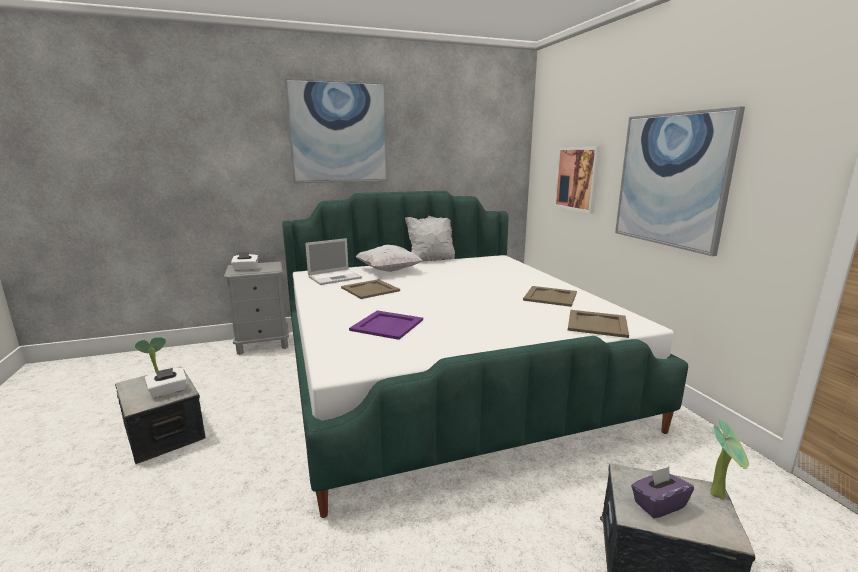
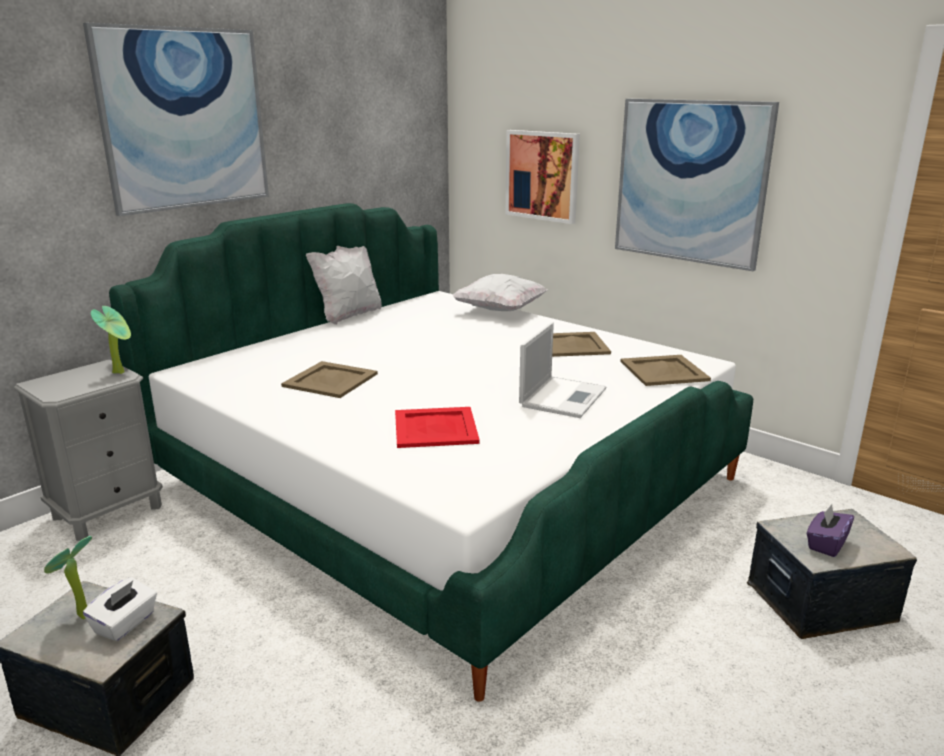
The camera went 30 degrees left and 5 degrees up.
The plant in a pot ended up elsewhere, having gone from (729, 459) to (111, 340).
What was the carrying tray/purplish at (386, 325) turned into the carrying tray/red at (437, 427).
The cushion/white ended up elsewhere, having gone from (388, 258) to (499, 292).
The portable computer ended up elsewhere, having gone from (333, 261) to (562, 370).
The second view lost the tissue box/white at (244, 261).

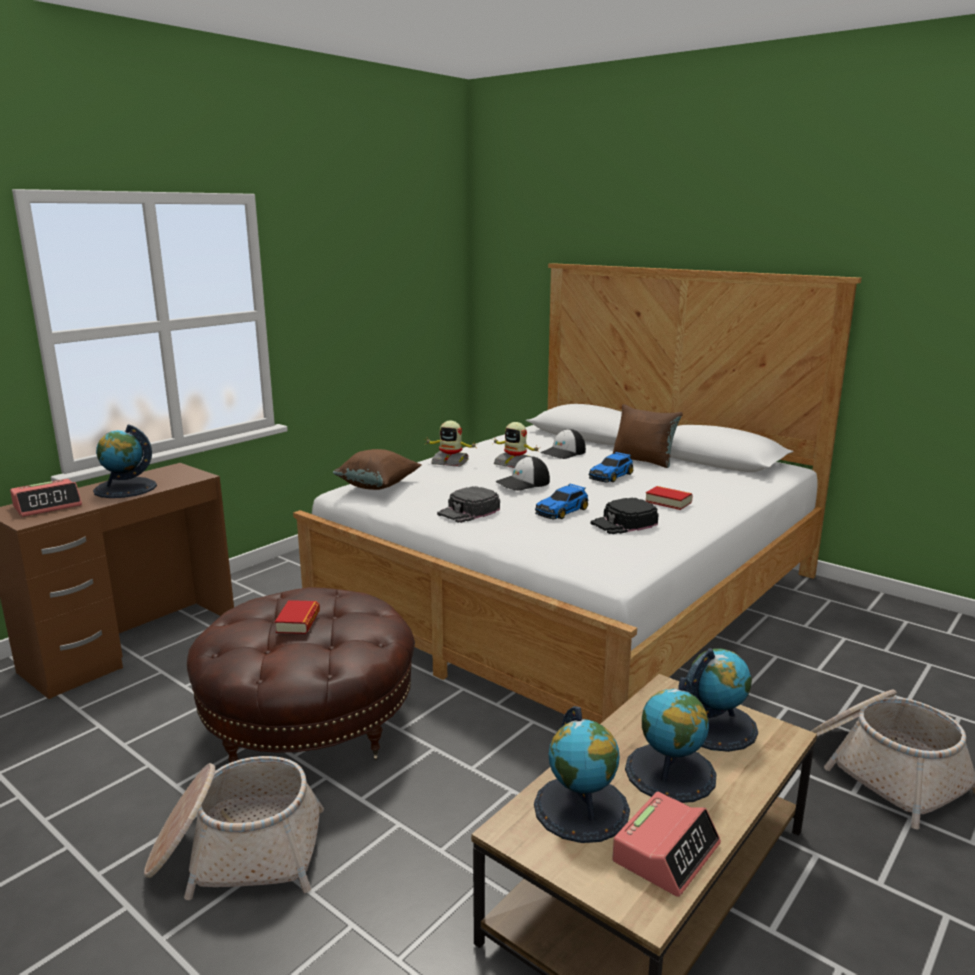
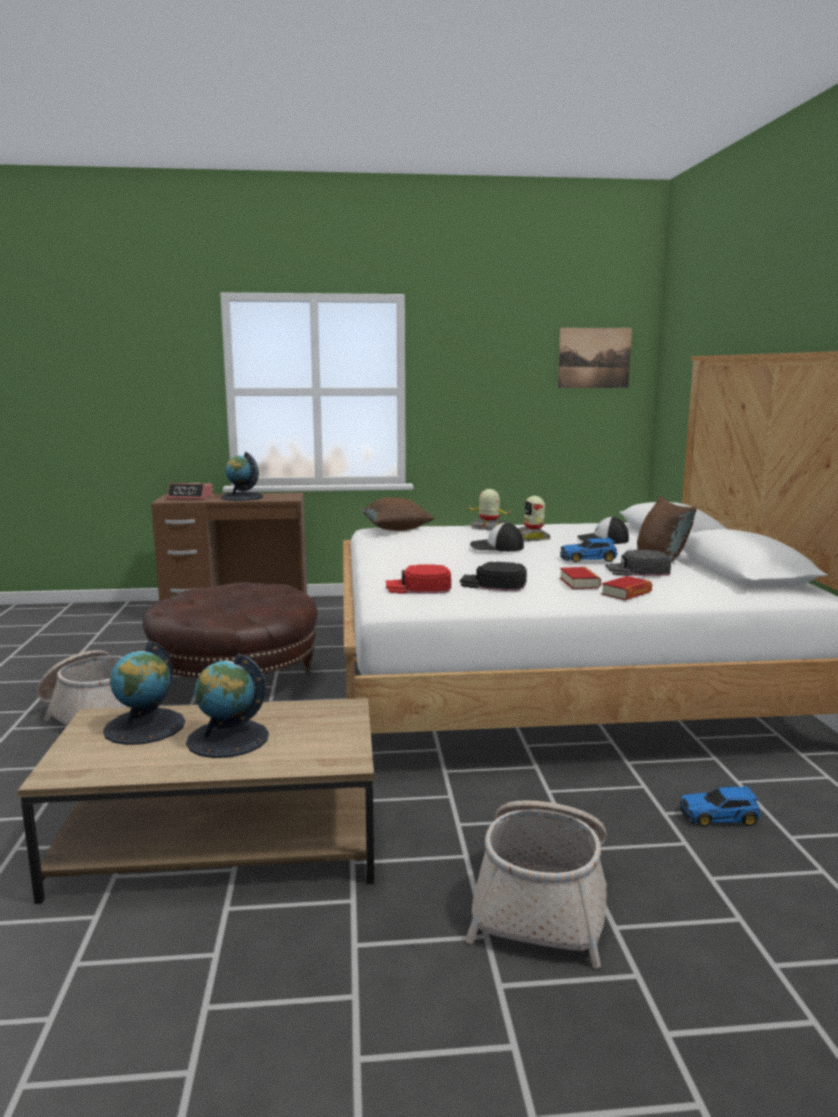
The camera went 45 degrees right and 5 degrees down.
The second view gained the peaked cap/red at (418, 579).
The toy robot at (451, 444) ended up facing another way, 150 degrees clockwise from before.
The second view gained the wall art at (595, 358).
The book ended up elsewhere, having gone from (297, 617) to (626, 588).
The peaked cap/blackish ended up elsewhere, having gone from (468, 504) to (638, 563).
The model car ended up elsewhere, having gone from (562, 501) to (720, 806).
The second view lost the table clock at (666, 844).
The second view lost the desk globe at (722, 700).

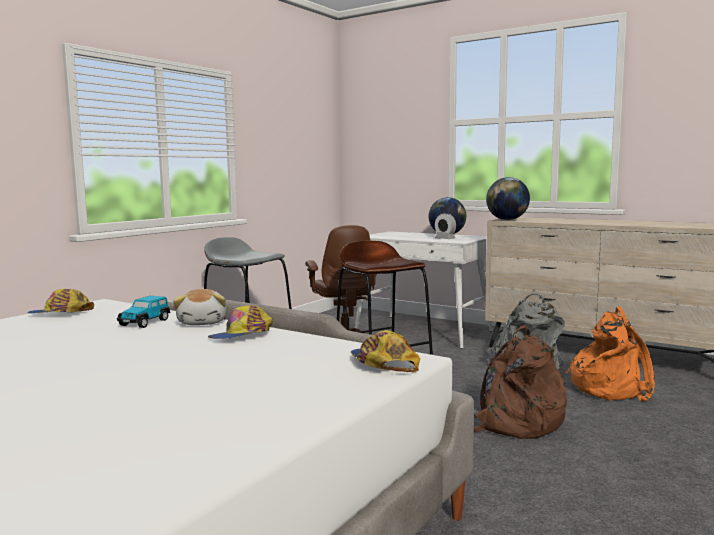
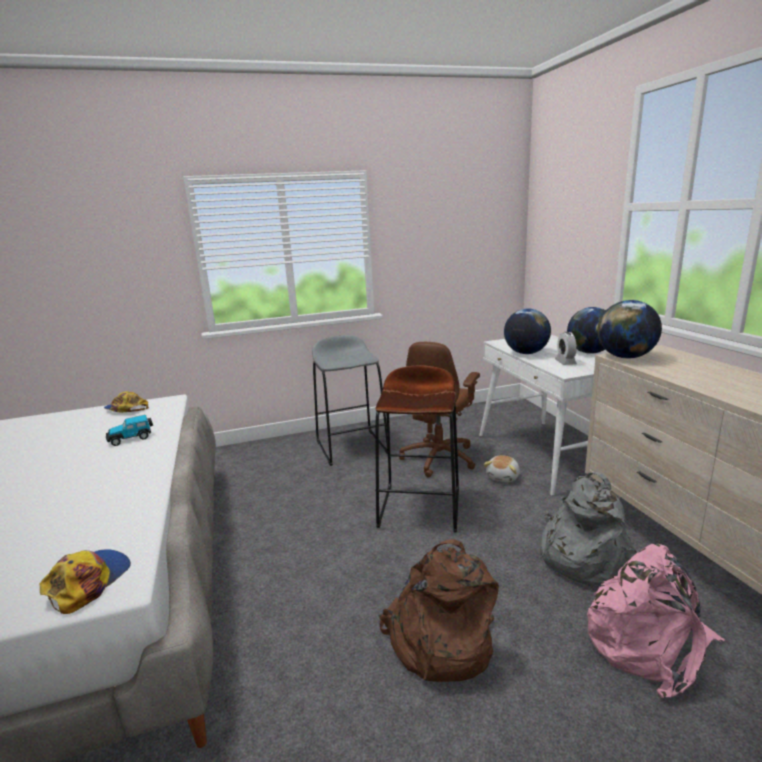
The camera went 40 degrees right and 10 degrees up.
The cuddly toy ended up elsewhere, having gone from (200, 307) to (502, 468).
The second view gained the desk globe at (527, 331).
What was the backpack/orange at (610, 354) turned into the backpack/pink-coloured at (656, 621).
The second view lost the peaked cap at (240, 322).

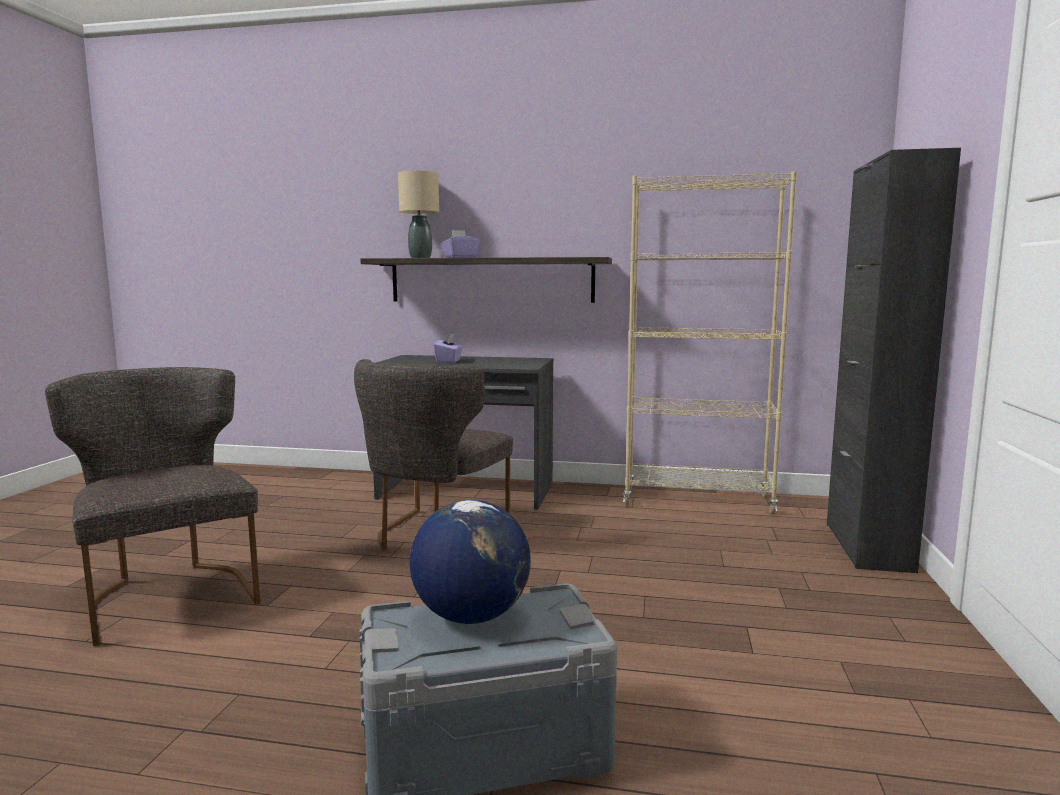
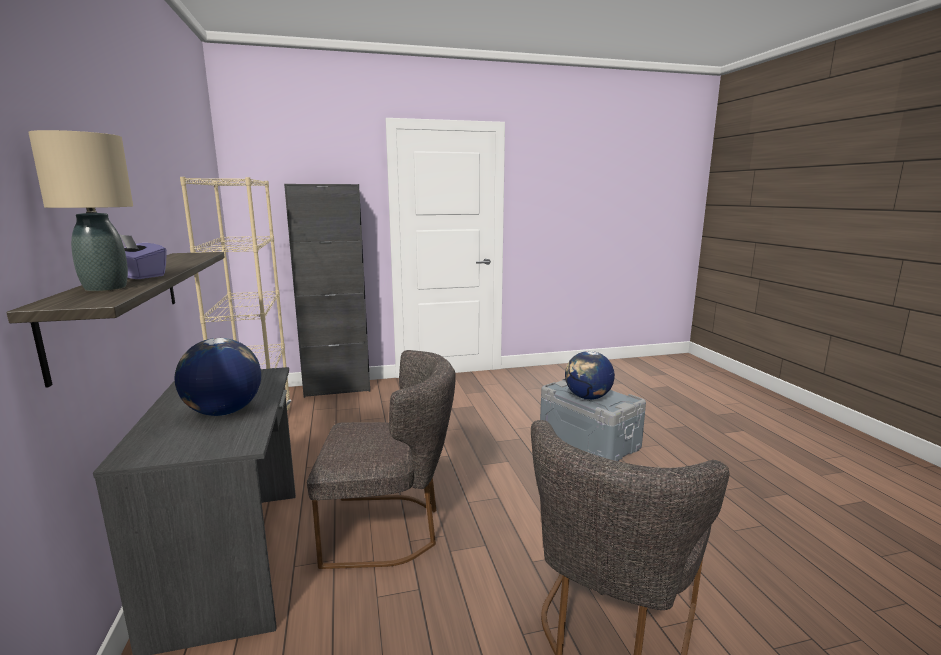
The camera went 115 degrees left and 5 degrees up.
Where the tissue box/purplish stood at (448, 348), the desk globe came to stand at (218, 377).

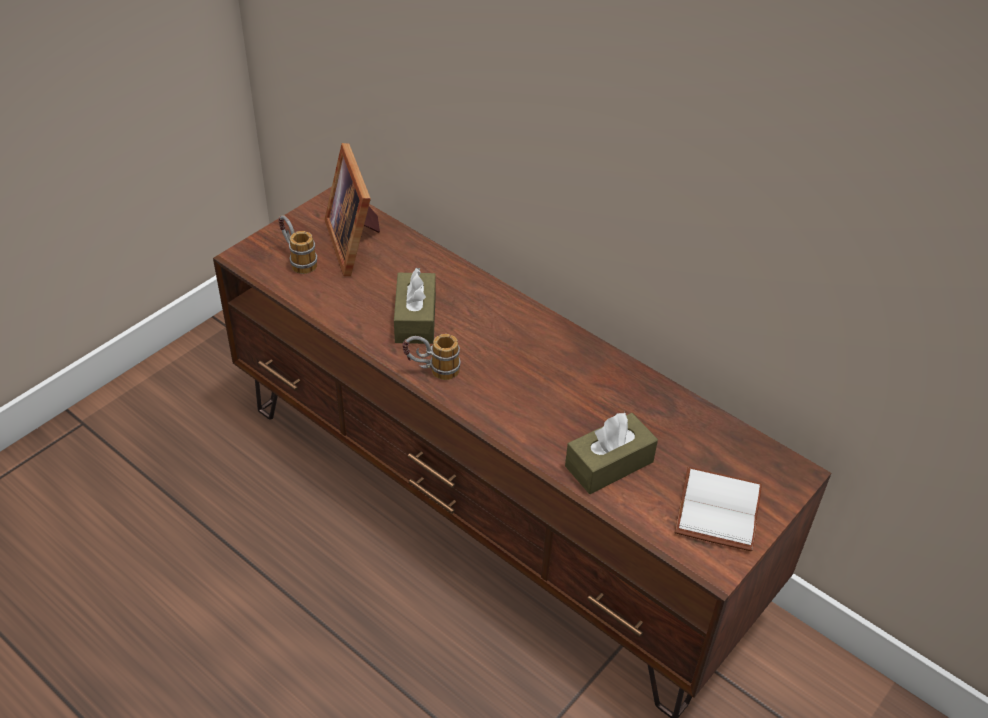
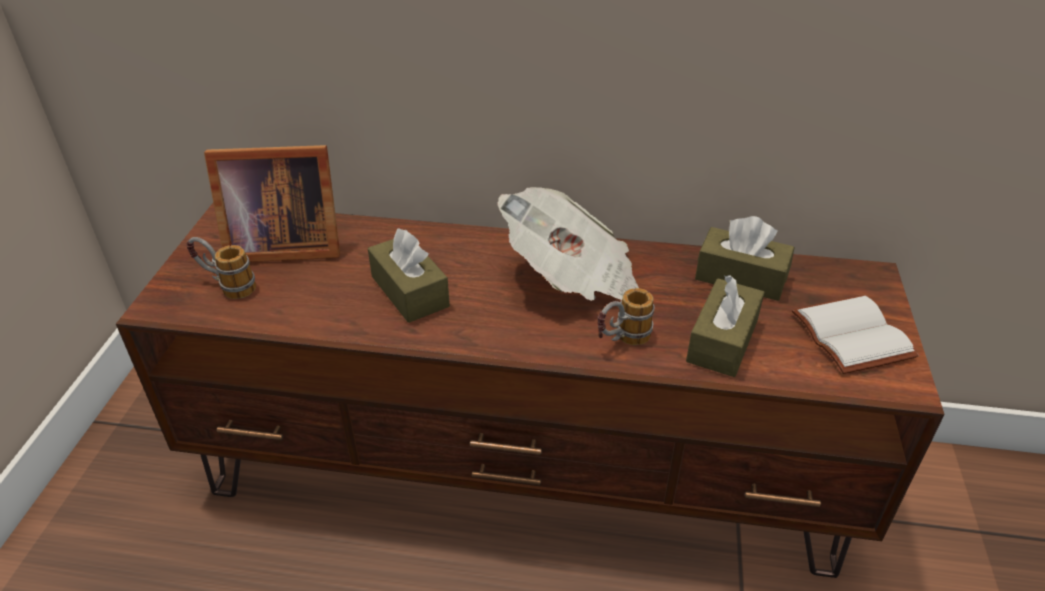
The camera went 30 degrees left and 5 degrees down.
The standing frame at (352, 209) ended up facing another way, 45 degrees counterclockwise from before.
The second view gained the printed paper at (568, 244).
The coffee mug ended up elsewhere, having gone from (431, 357) to (626, 316).
The second view gained the tissue box/brown at (745, 258).

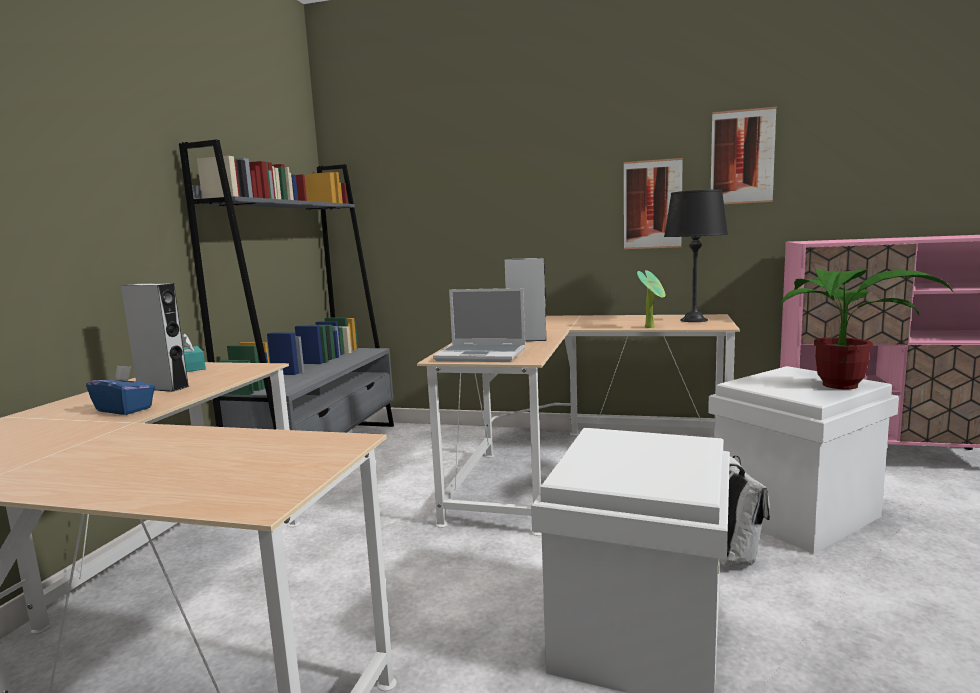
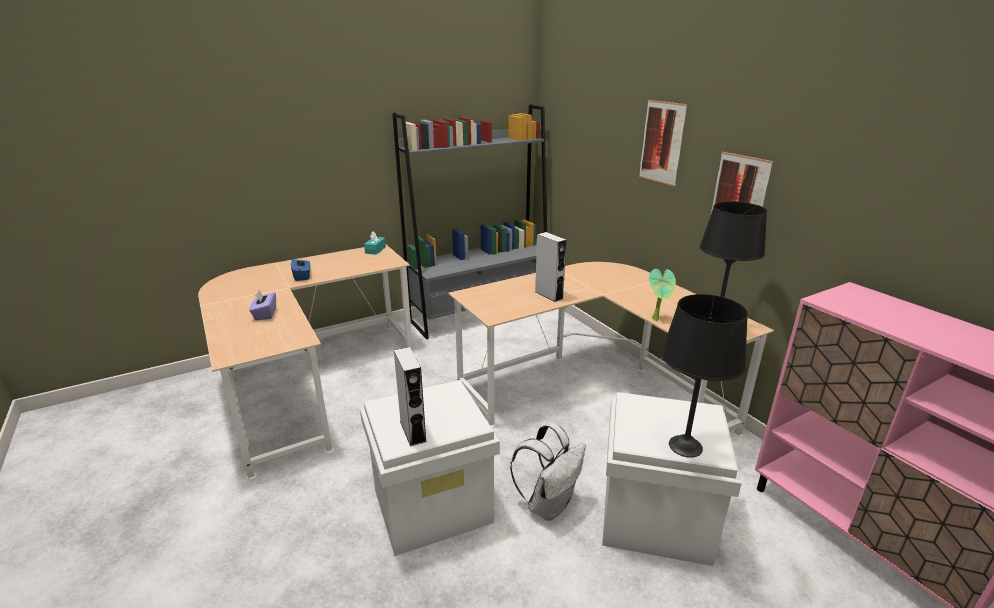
The camera went 45 degrees right and 15 degrees up.
The second view gained the tissue box/purplish at (262, 305).
The audio speaker/grey ended up elsewhere, having gone from (155, 337) to (410, 397).
The wall art ended up elsewhere, having gone from (744, 155) to (663, 143).
Where the plant in a pot stood at (867, 329), the tabletop lamp/blackish came to stand at (704, 376).
The second view lost the portable computer at (479, 325).

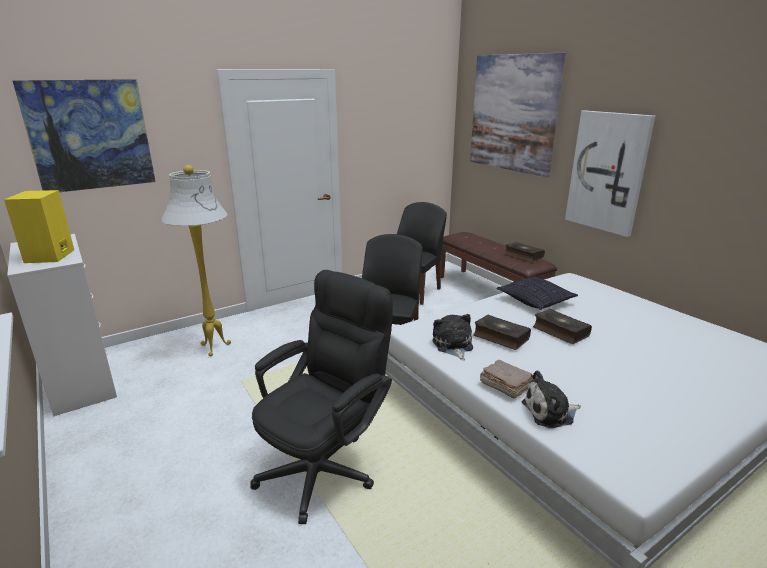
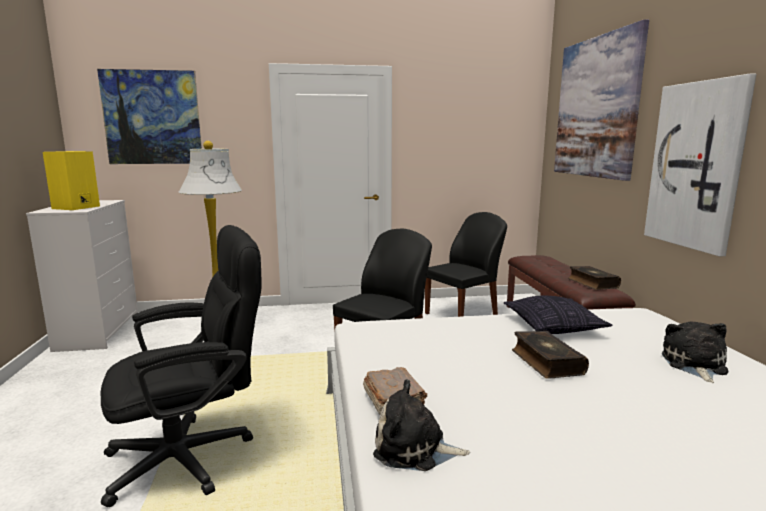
The camera went 25 degrees right and 10 degrees down.
The cuddly toy ended up elsewhere, having gone from (453, 337) to (695, 352).
The second view lost the book at (502, 332).

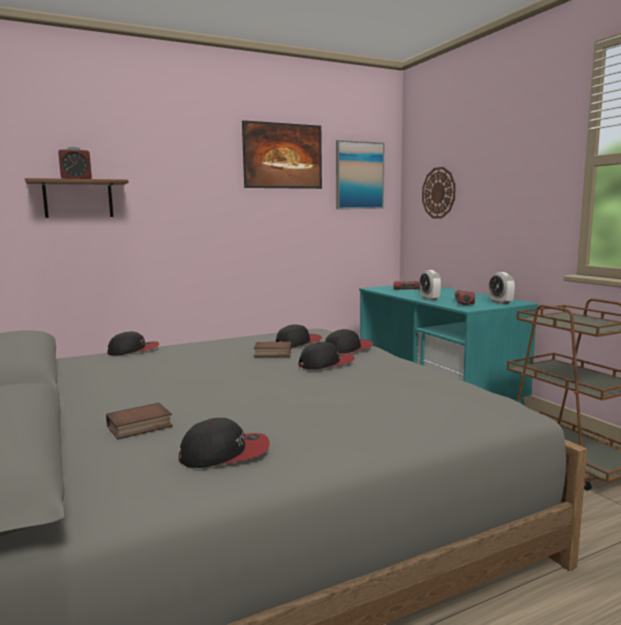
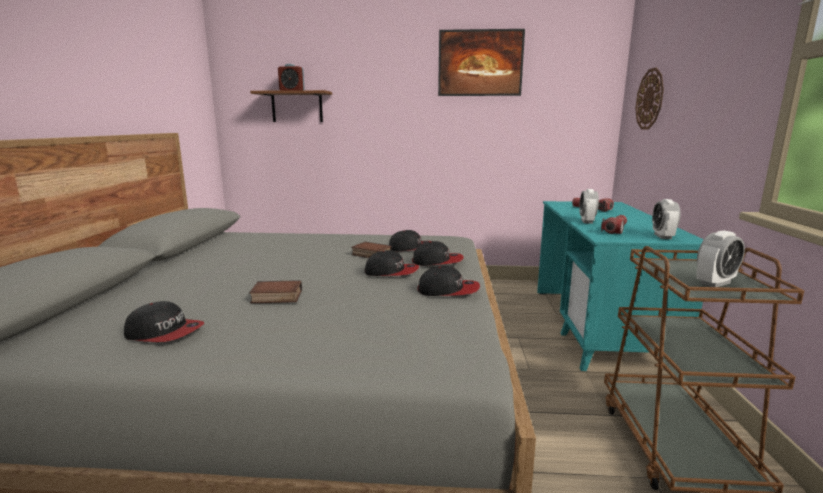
The camera went 30 degrees right and 5 degrees up.
The book ended up elsewhere, having gone from (139, 421) to (275, 291).
The peaked cap ended up elsewhere, having gone from (133, 343) to (448, 281).
The second view gained the table clock at (720, 259).
The second view lost the wall art at (360, 174).

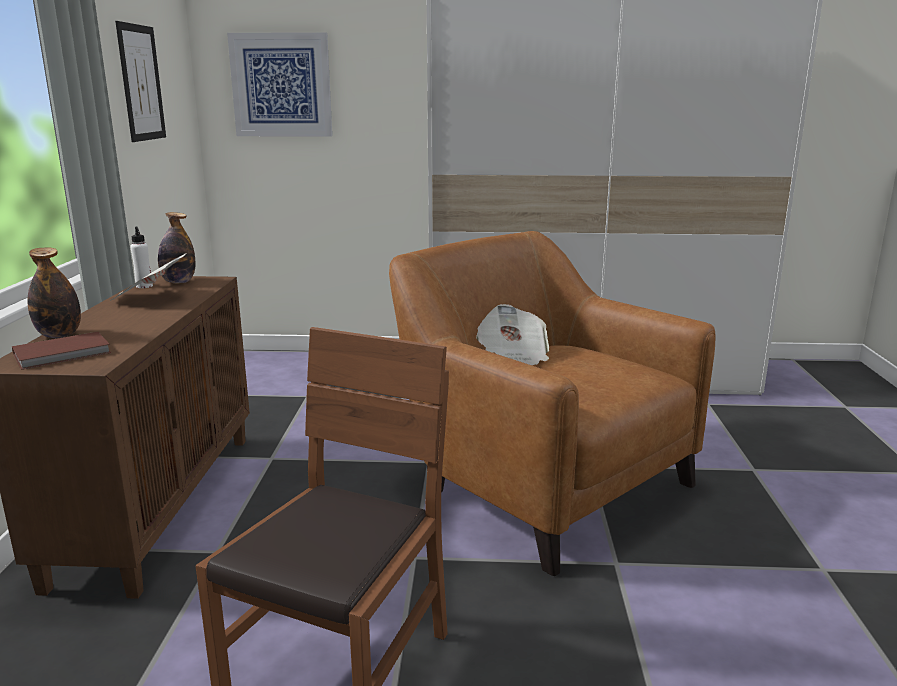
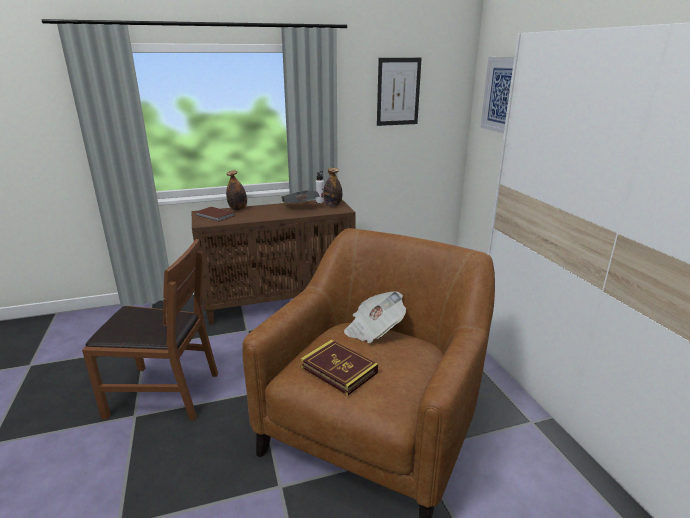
The camera went 70 degrees right and 5 degrees up.
The second view gained the book at (339, 368).

